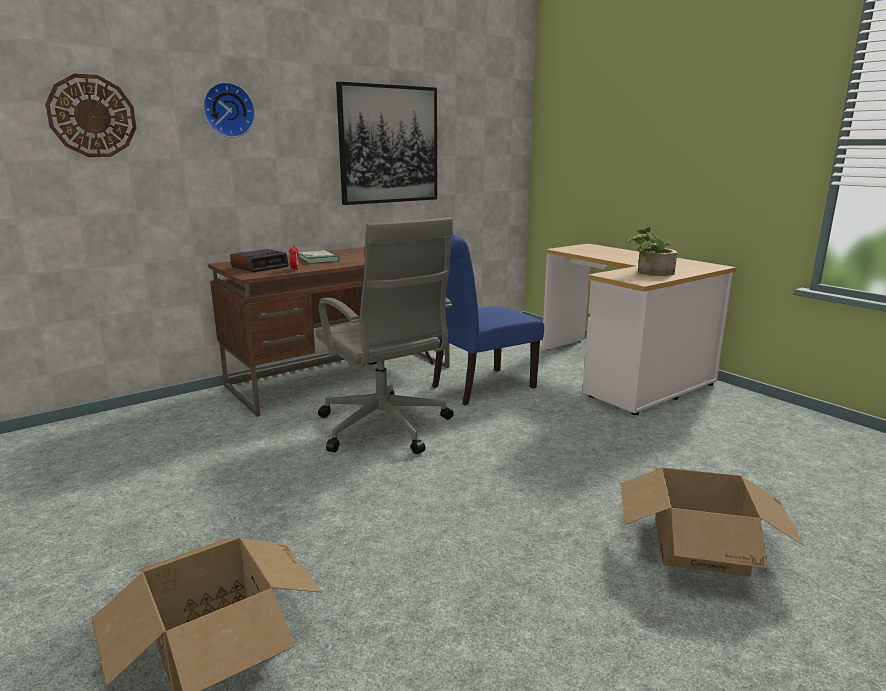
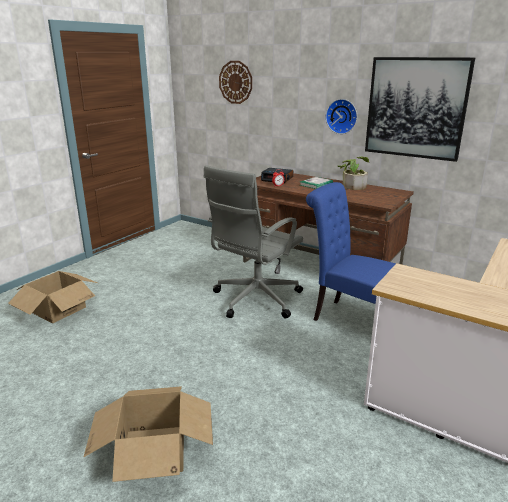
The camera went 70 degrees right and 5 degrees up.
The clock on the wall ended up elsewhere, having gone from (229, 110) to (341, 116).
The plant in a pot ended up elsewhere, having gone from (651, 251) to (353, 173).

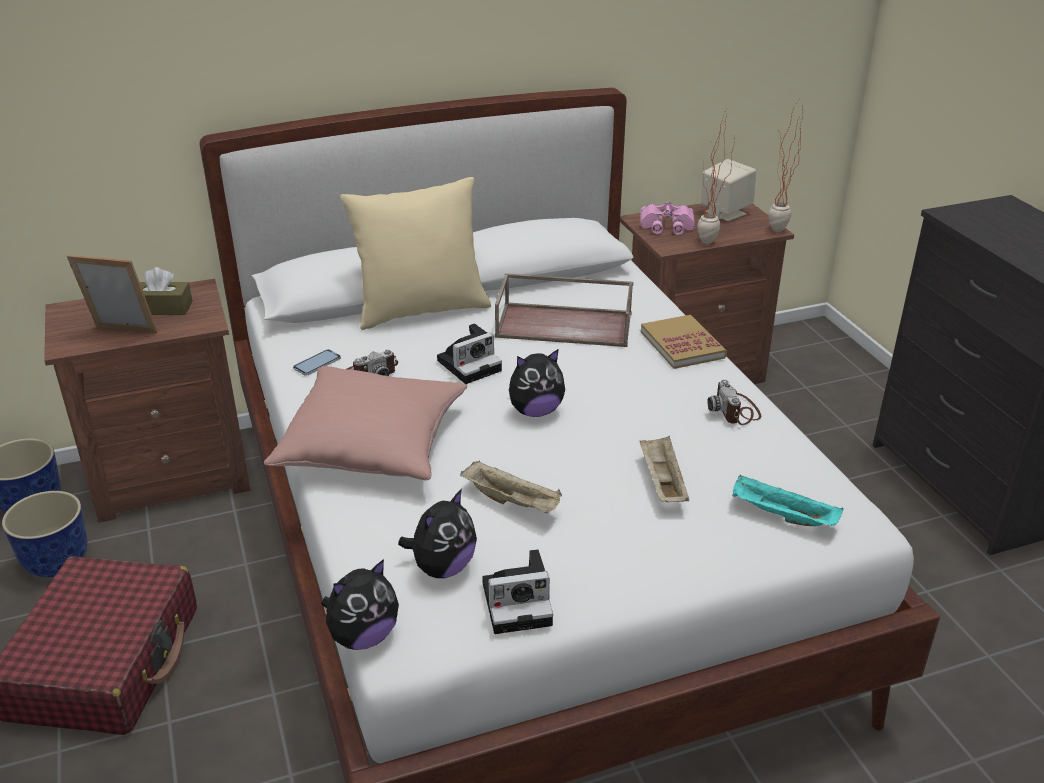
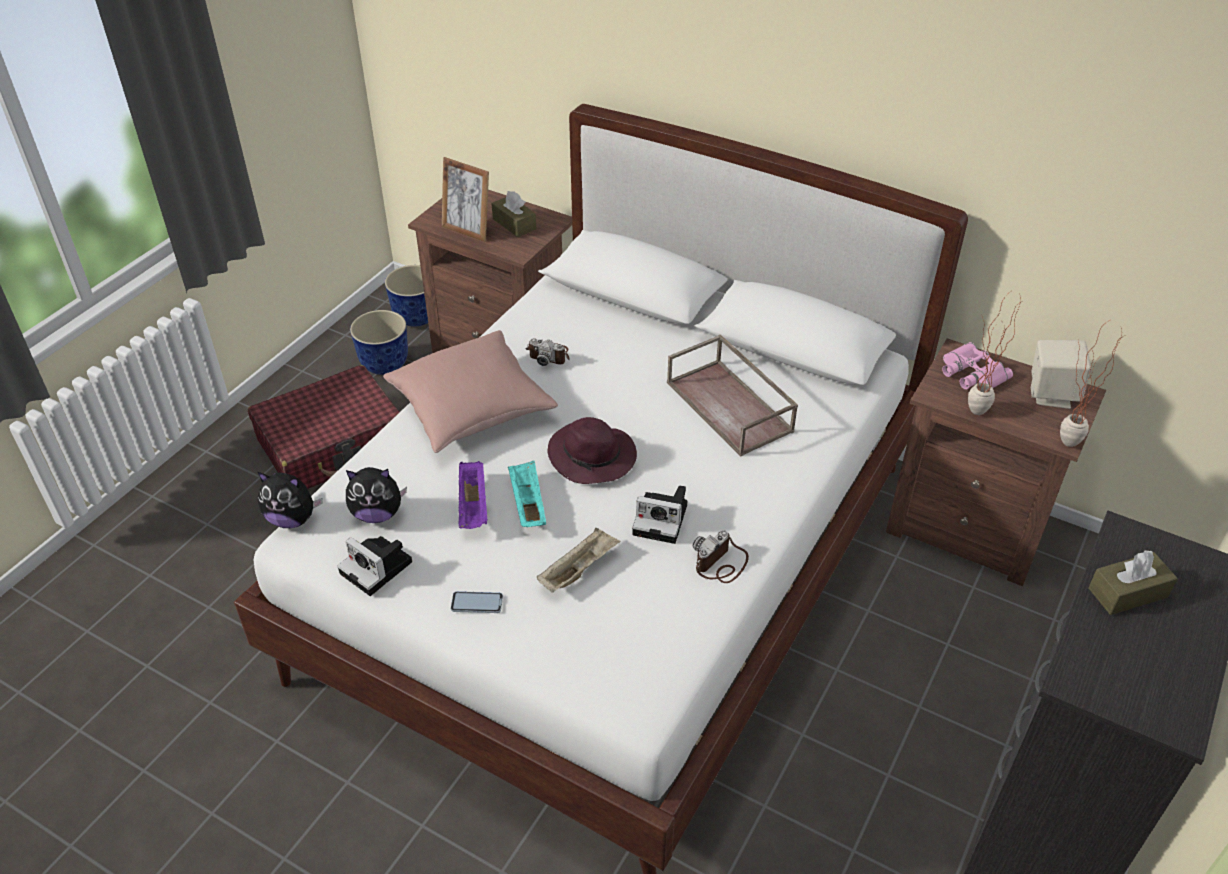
The camera went 50 degrees right and 10 degrees up.
The standing frame at (112, 294) ended up facing another way, 150 degrees clockwise from before.
The phone ended up elsewhere, having gone from (317, 362) to (477, 602).
What was the carrying tray/sand-coloured at (511, 486) turned into the carrying tray/purplish at (473, 495).
The carrying tray/turquoise ended up elsewhere, having gone from (787, 500) to (527, 493).
Where the cuddly toy stood at (537, 383), the clothing hat/purplish came to stand at (592, 450).
The photo camera ended up elsewhere, having gone from (469, 353) to (660, 514).
The second view gained the tissue box/brown at (1133, 582).
The second view lost the cushion/sand-coloured at (415, 253).
The second view lost the book at (684, 342).

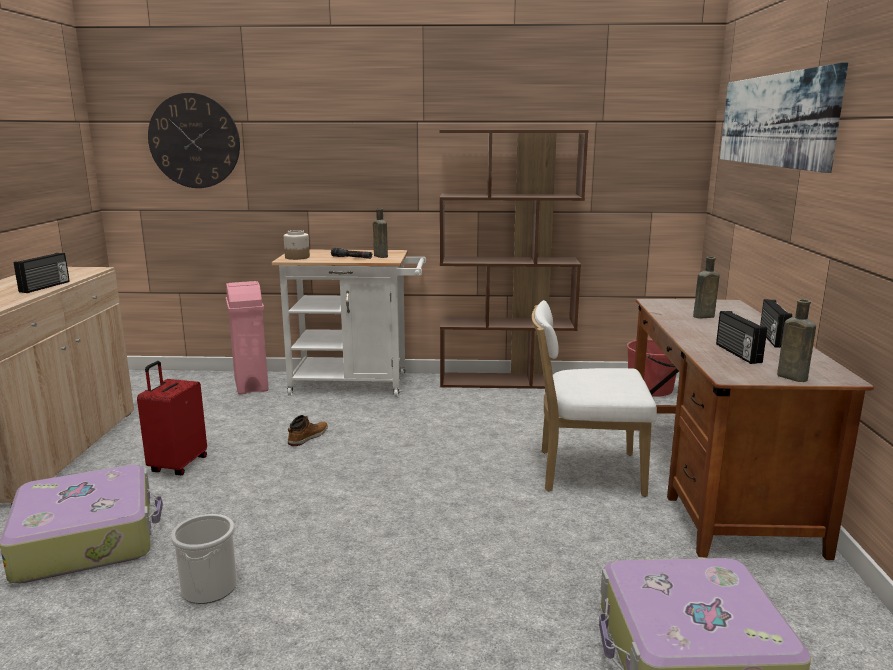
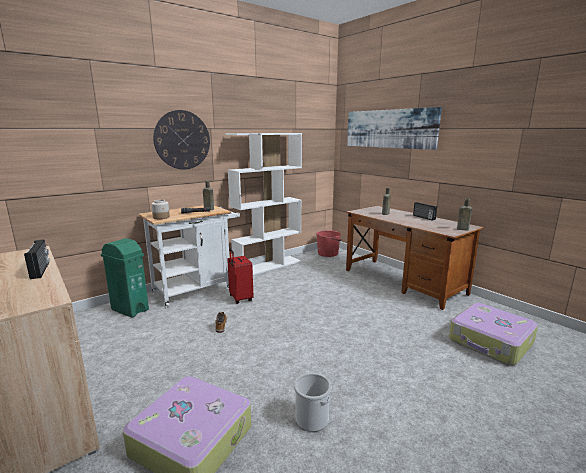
The camera went 40 degrees left and 0 degrees up.
What was the waste bin/pink-coloured at (247, 337) turned into the waste bin/greenish at (125, 278).
The clock on the wall ended up elsewhere, having gone from (194, 140) to (181, 140).
What was the bookcase/brown at (513, 259) turned into the bookcase/white at (264, 204).
The travel case/red ended up elsewhere, having gone from (172, 418) to (240, 276).
The second view lost the chair/white at (594, 398).
The second view lost the radio set at (741, 337).

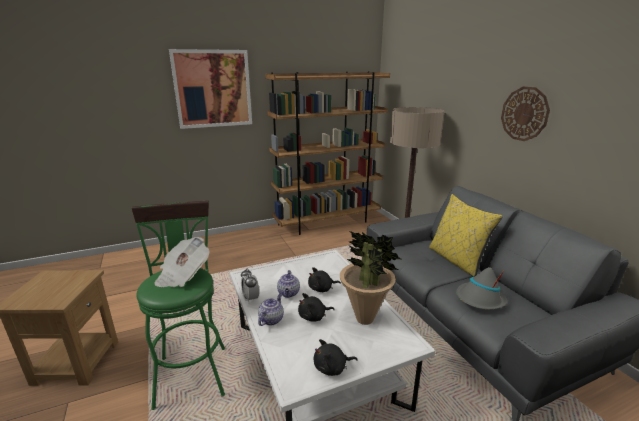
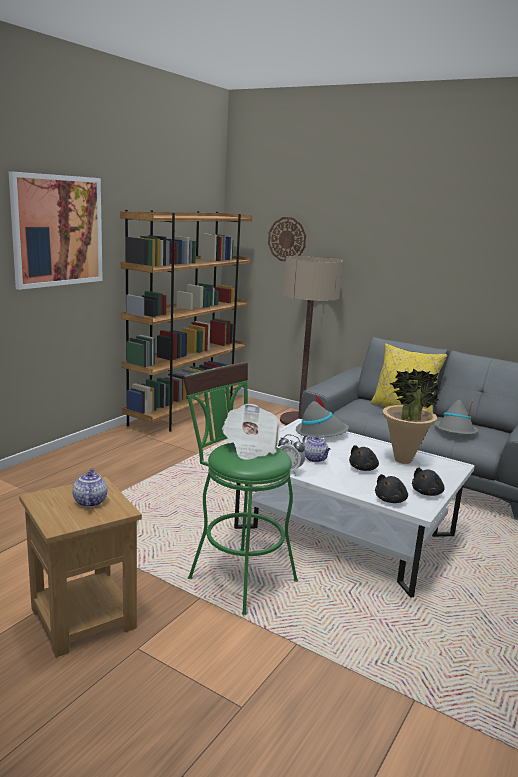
The camera went 35 degrees left and 5 degrees down.
The pot for tea ended up elsewhere, having gone from (271, 310) to (89, 488).
The clock on the wall ended up elsewhere, having gone from (525, 114) to (287, 239).
The second view gained the clothing hat/grey at (322, 416).
The cuddly toy/blackish ended up elsewhere, having gone from (324, 279) to (391, 488).

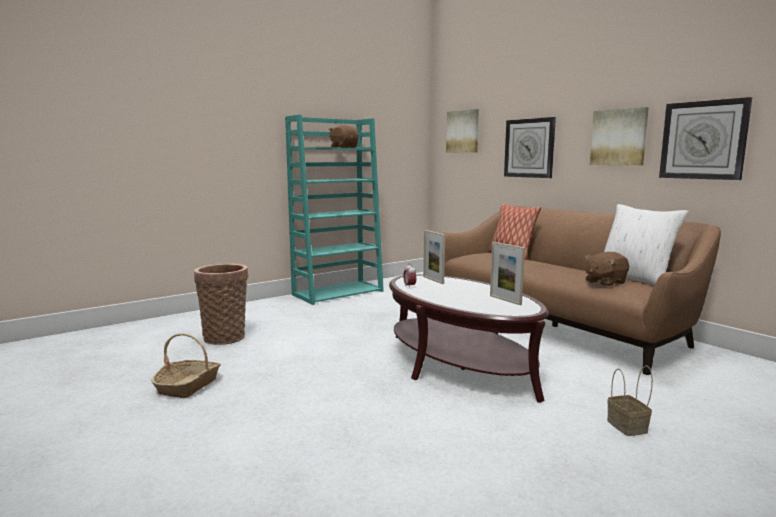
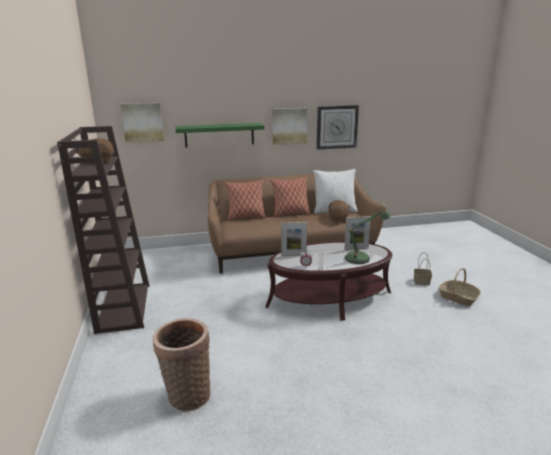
The camera went 65 degrees left and 10 degrees up.
What was the bookcase/turquoise at (334, 209) turned into the bookcase/brown at (103, 230).
Where the clock on the wall hung at (530, 147), the bracket shelf/greenish came to hang at (219, 135).
The second view gained the cushion at (290, 197).
The second view gained the tabletop lamp at (368, 234).
The basket ended up elsewhere, having gone from (186, 365) to (459, 287).

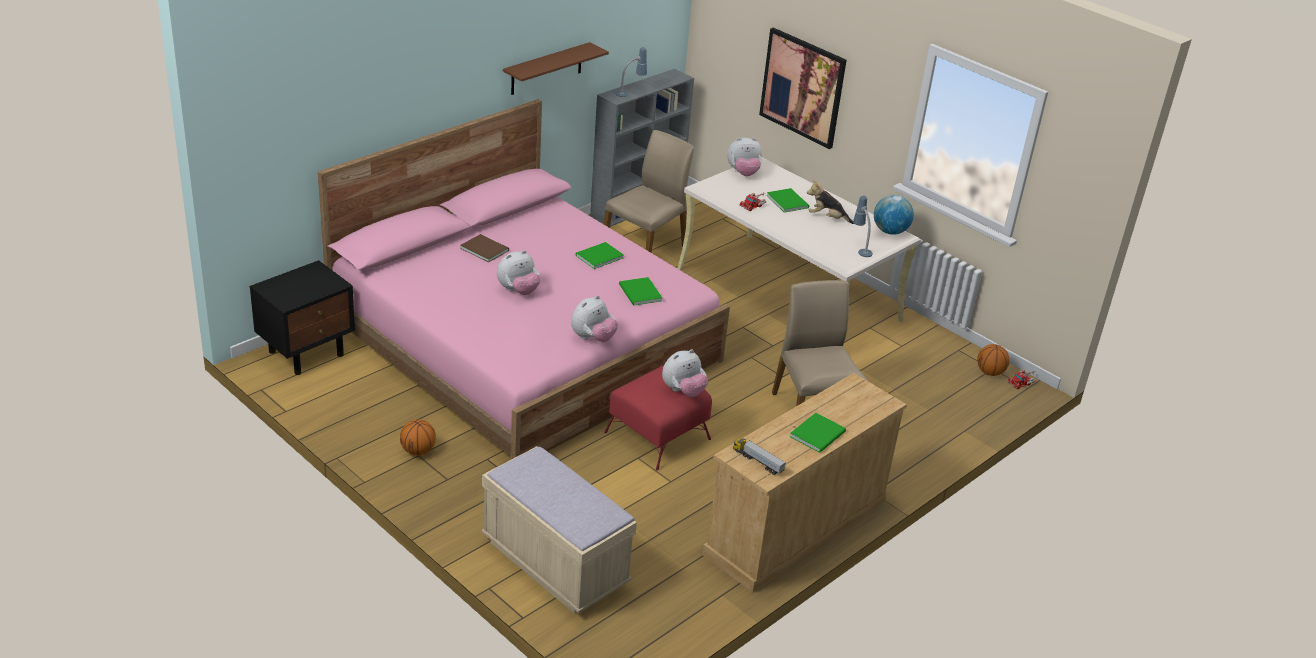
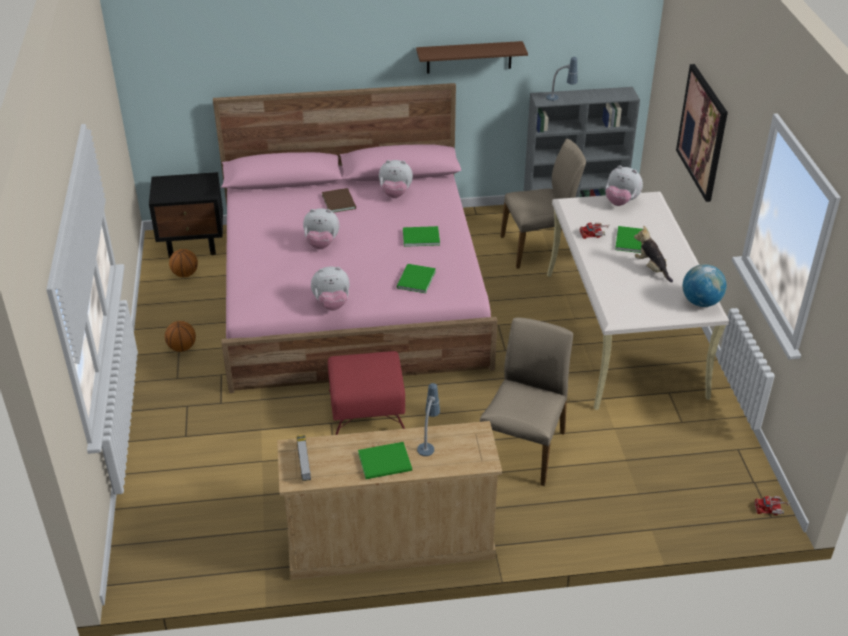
The camera went 40 degrees right and 5 degrees up.
The basketball ball ended up elsewhere, having gone from (993, 360) to (183, 263).
The cuddly toy ended up elsewhere, having gone from (685, 373) to (396, 179).
The tabletop lamp ended up elsewhere, having gone from (863, 226) to (428, 419).
The second view lost the bench/sand-coloured at (559, 530).

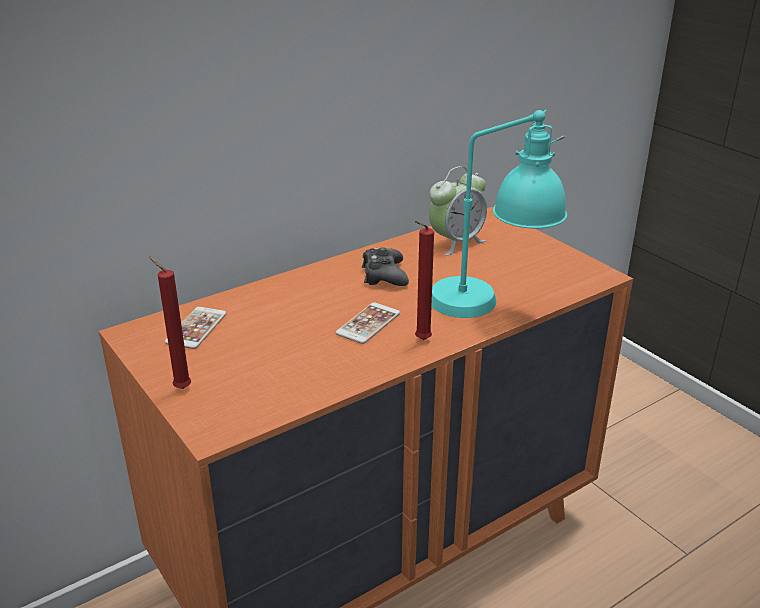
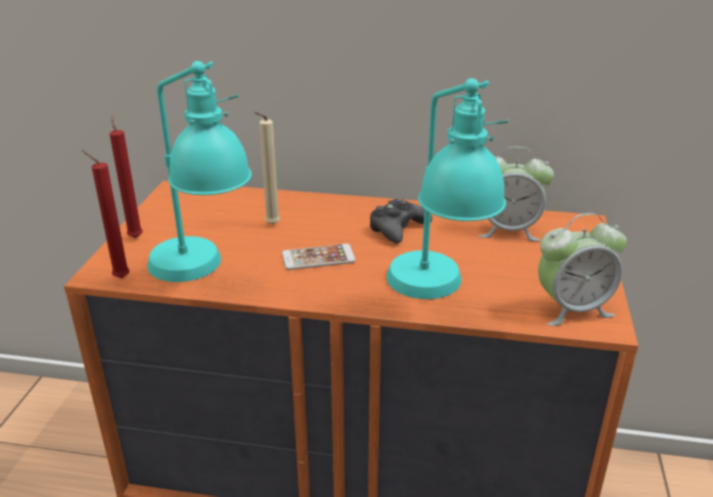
The camera went 45 degrees right and 0 degrees up.
The wax light/red ended up elsewhere, having gone from (424, 280) to (106, 214).
The second view gained the tabletop lamp/turquoise at (199, 171).
The second view gained the wax light/sand-coloured at (267, 168).
The second view gained the table clock at (582, 269).
The second view lost the phone at (196, 328).

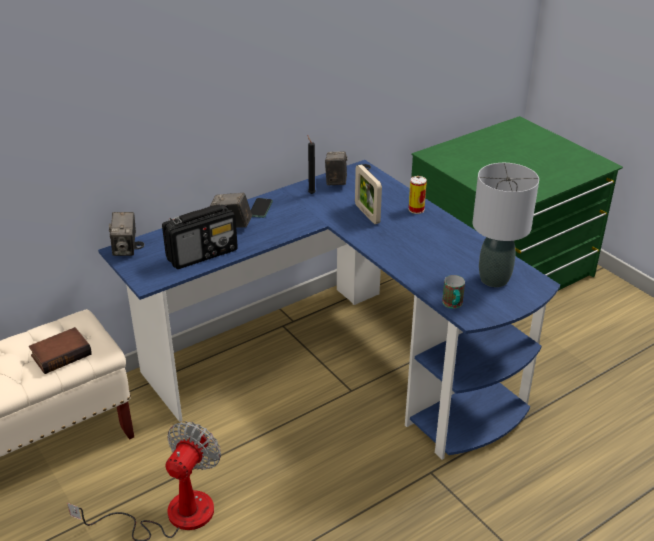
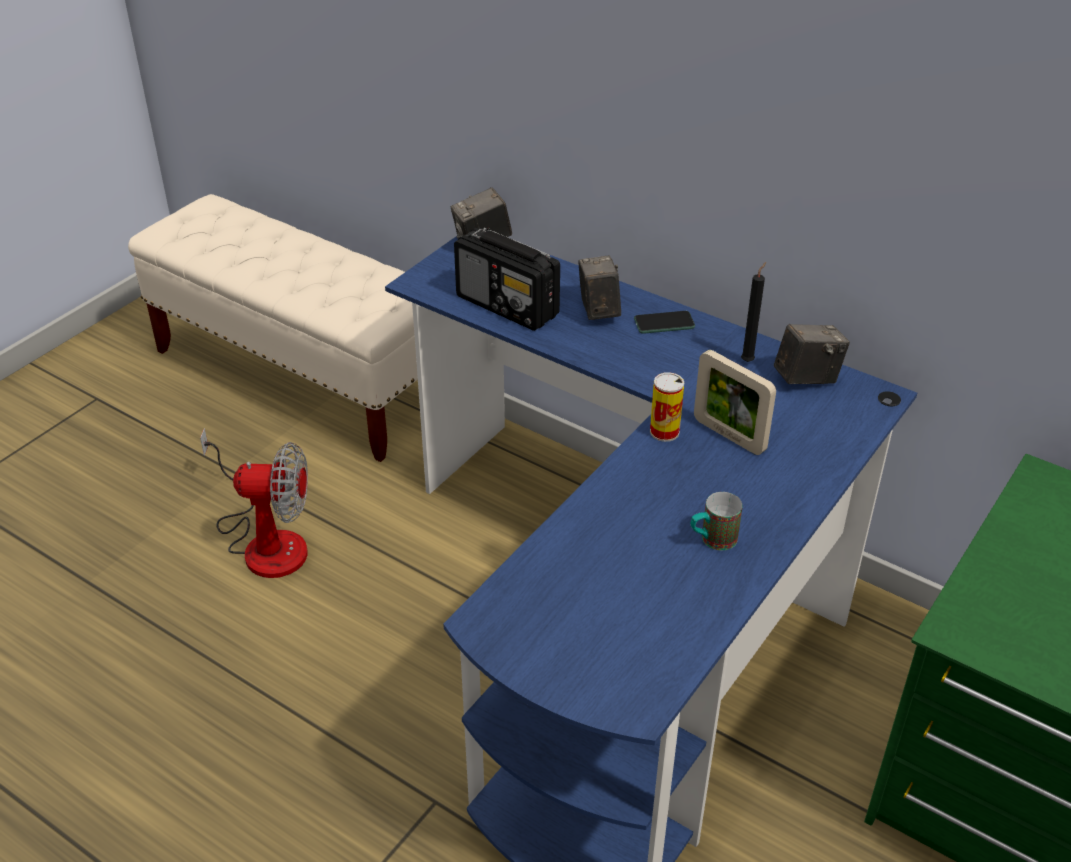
The camera went 70 degrees right and 5 degrees up.
The metal can ended up elsewhere, having gone from (417, 195) to (667, 407).
The coffee mug ended up elsewhere, having gone from (453, 291) to (716, 521).
The standing frame at (368, 194) ended up facing another way, 90 degrees counterclockwise from before.
The second view lost the book at (60, 350).
The second view lost the tabletop lamp/grey at (506, 225).

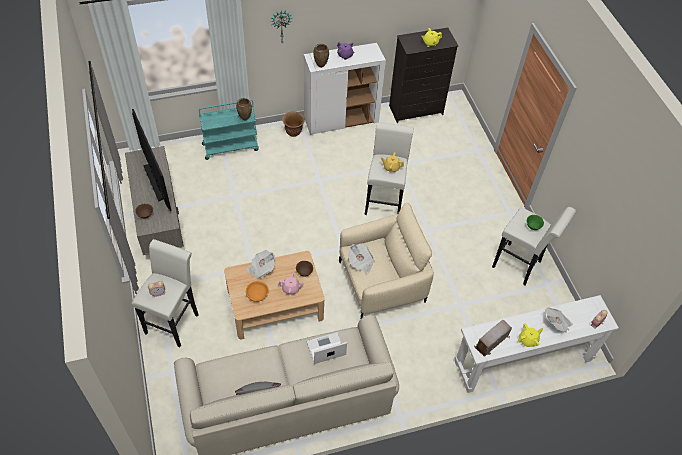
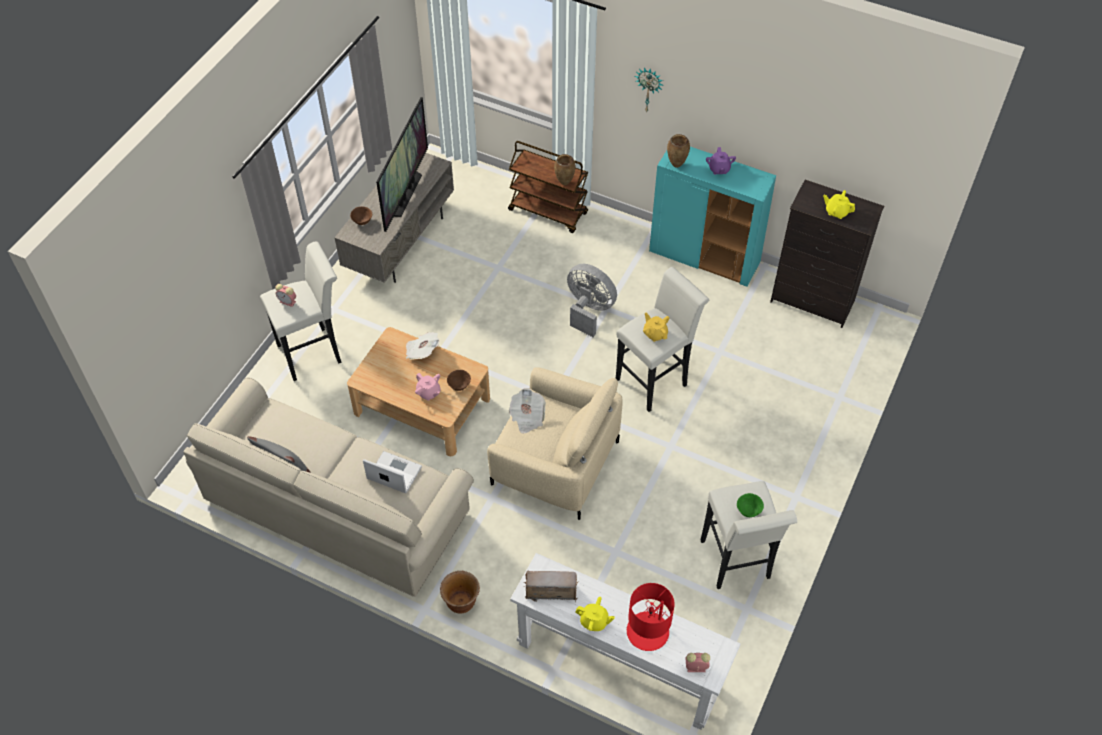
The camera went 45 degrees right and 0 degrees up.
The plant pot/brown ended up elsewhere, having gone from (293, 124) to (460, 592).
What was the wheeled cart/turquoise at (229, 130) turned into the wheeled cart/brown at (548, 187).
The second view gained the fan/grey at (592, 300).
Where the printed paper stood at (559, 319), the tabletop lamp/red came to stand at (651, 617).
What was the cupboard/white at (345, 89) turned into the cupboard/turquoise at (712, 217).
The second view lost the serving bowl/orange at (257, 291).

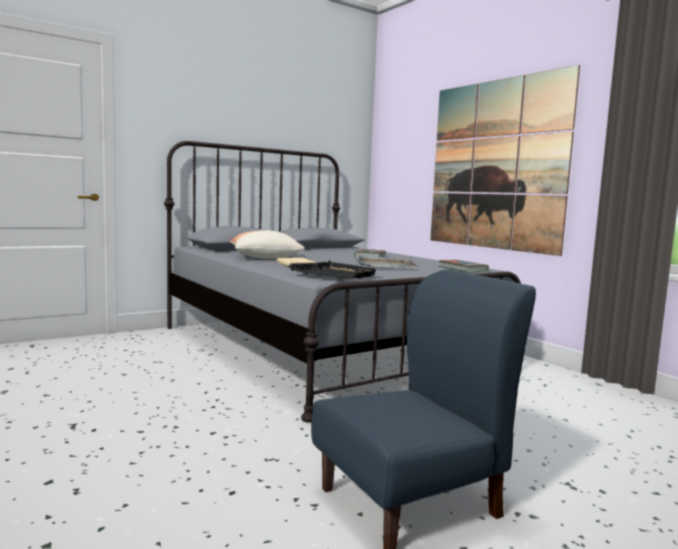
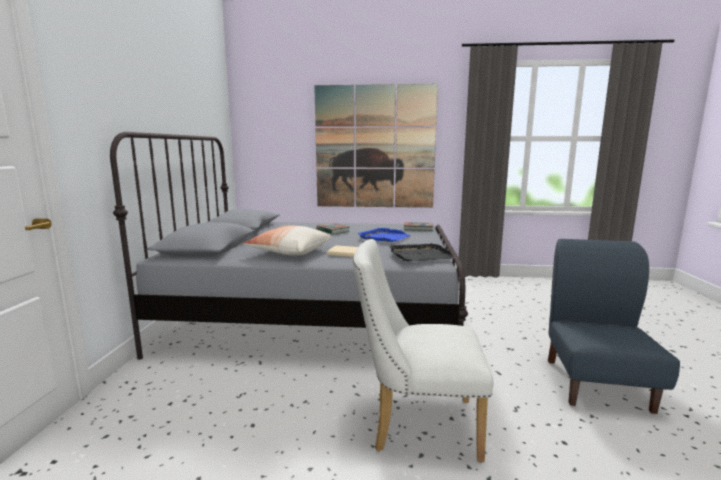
The camera went 50 degrees left and 5 degrees up.
The second view gained the chair/white at (423, 350).
What was the carrying tray/grey at (388, 262) turned into the carrying tray/bluish at (384, 235).

